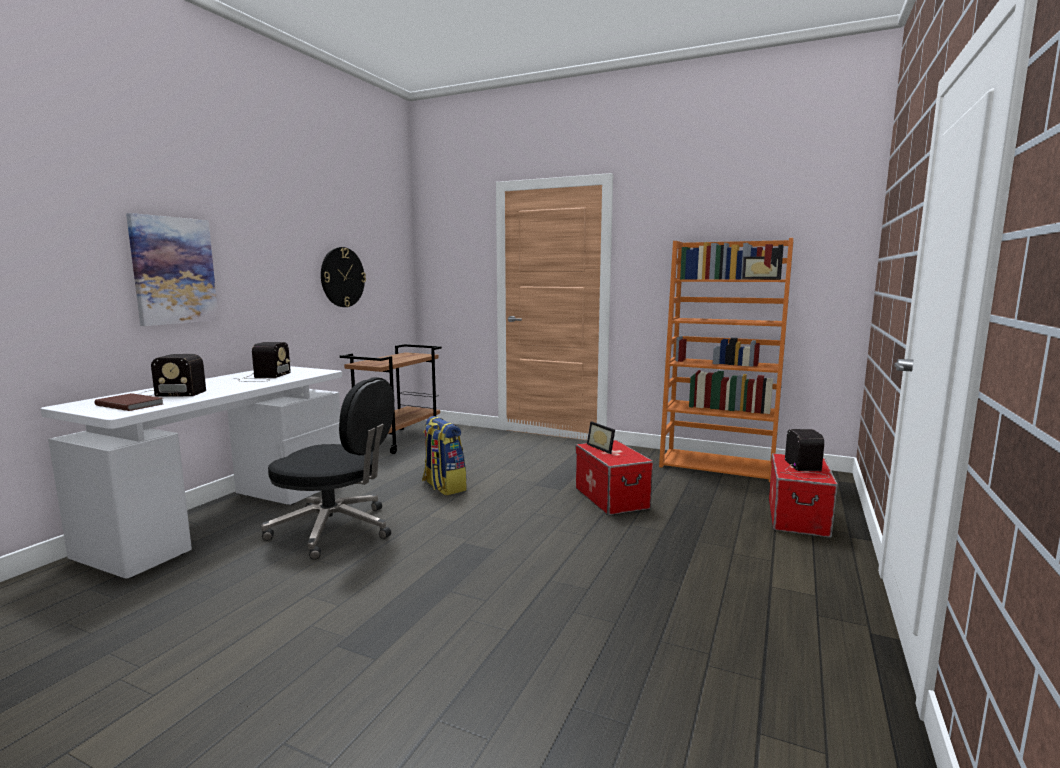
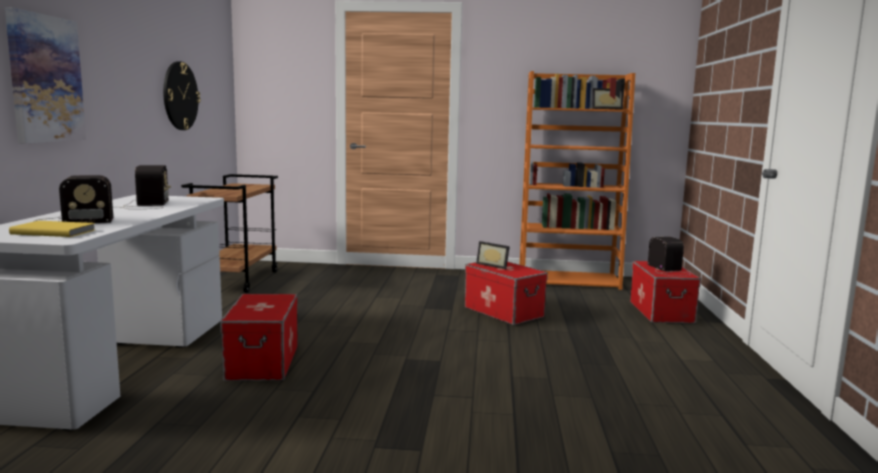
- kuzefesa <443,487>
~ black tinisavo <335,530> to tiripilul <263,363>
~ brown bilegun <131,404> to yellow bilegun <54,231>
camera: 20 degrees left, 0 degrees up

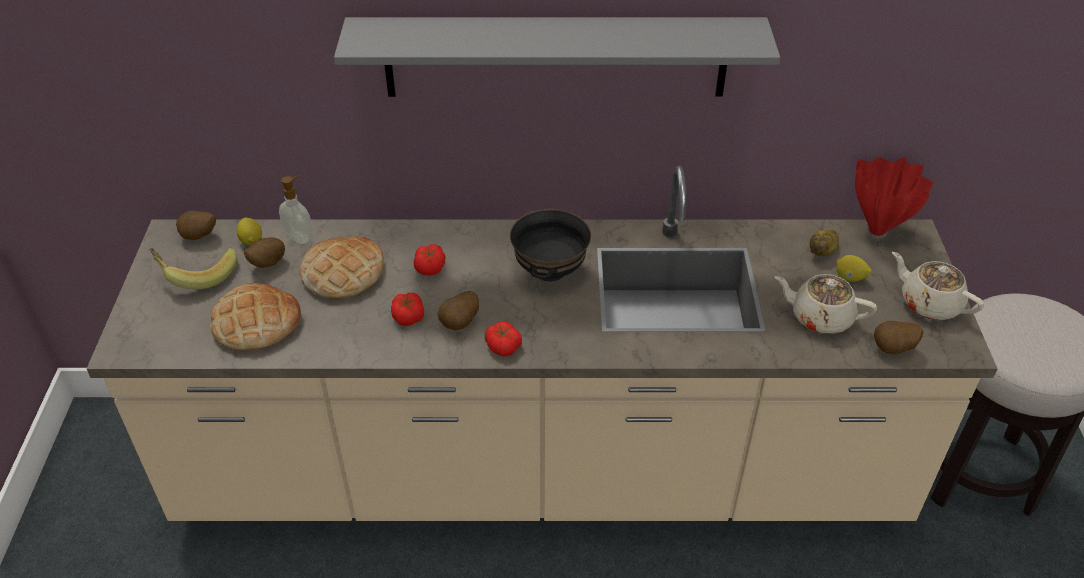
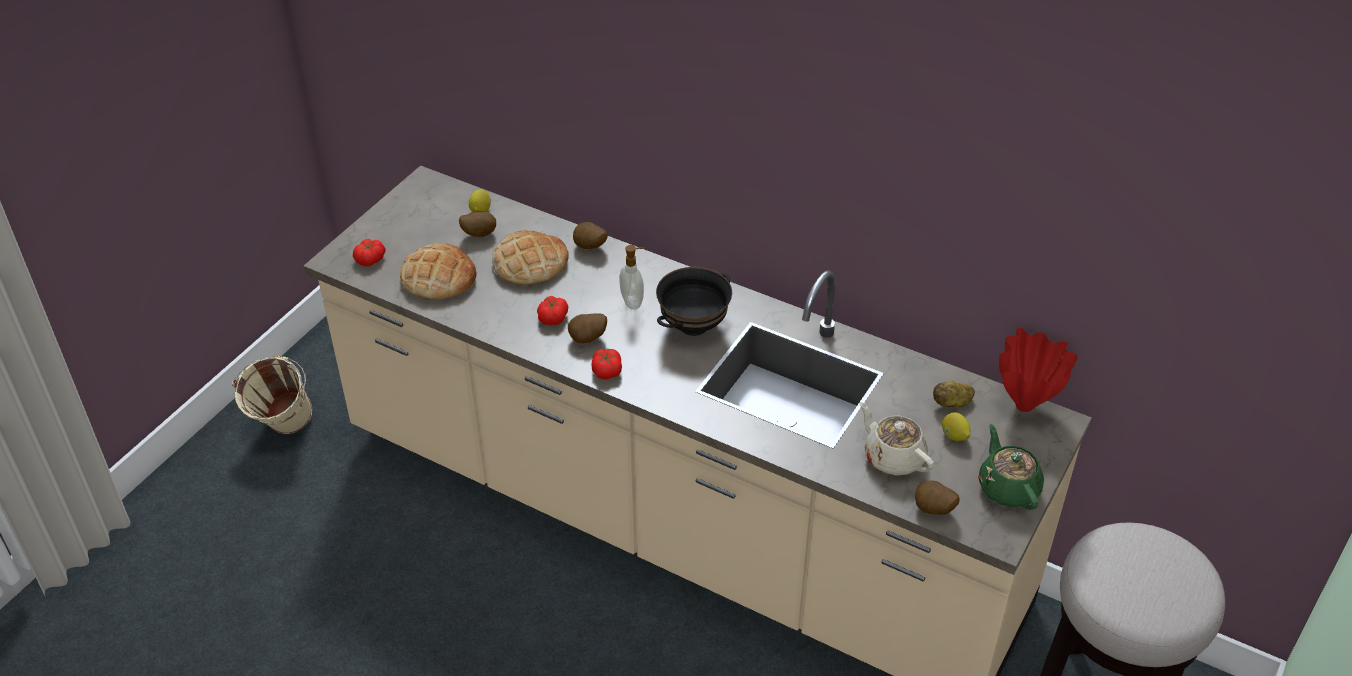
- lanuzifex <197,274>
- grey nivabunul <555,57>
+ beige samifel <283,431>
~ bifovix <199,237> to <589,248>
~ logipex <300,237> to <633,302>
~ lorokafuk <430,267> to <370,259>
~ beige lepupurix <929,303> to green lepupurix <1007,487>
camera: 30 degrees right, 0 degrees up

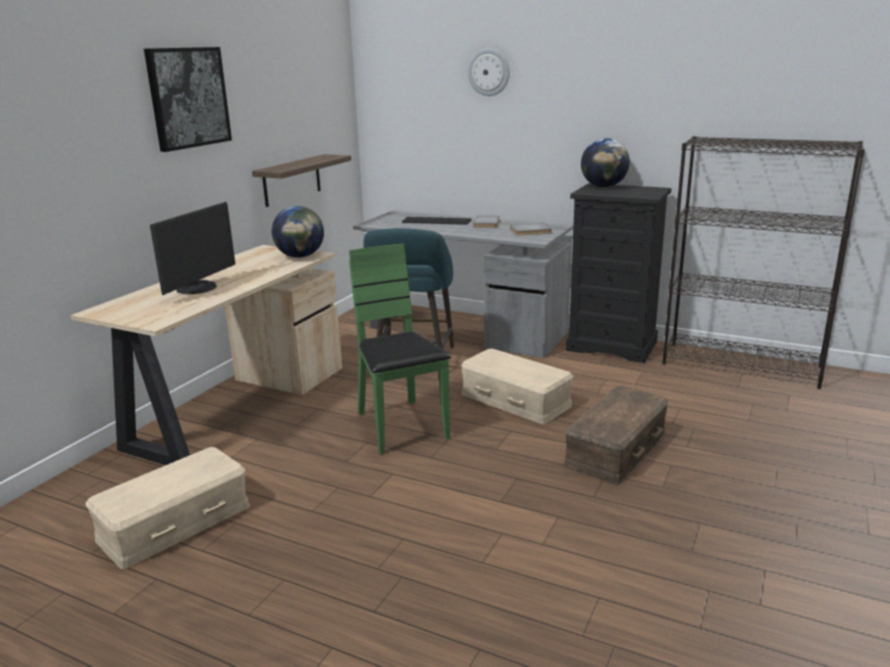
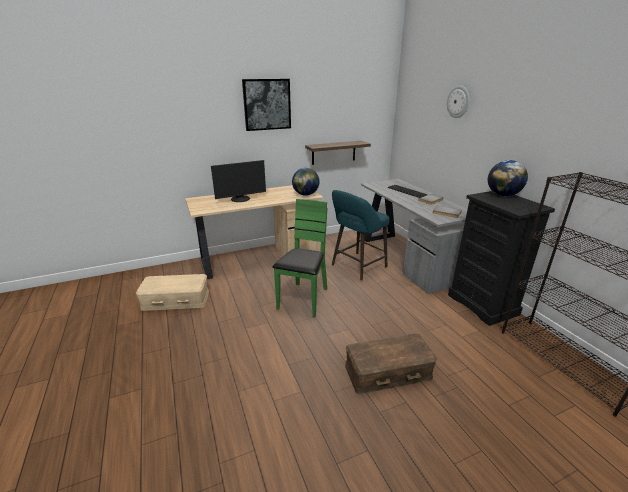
- beige tiripilul <516,399>
camera: 40 degrees right, 5 degrees up

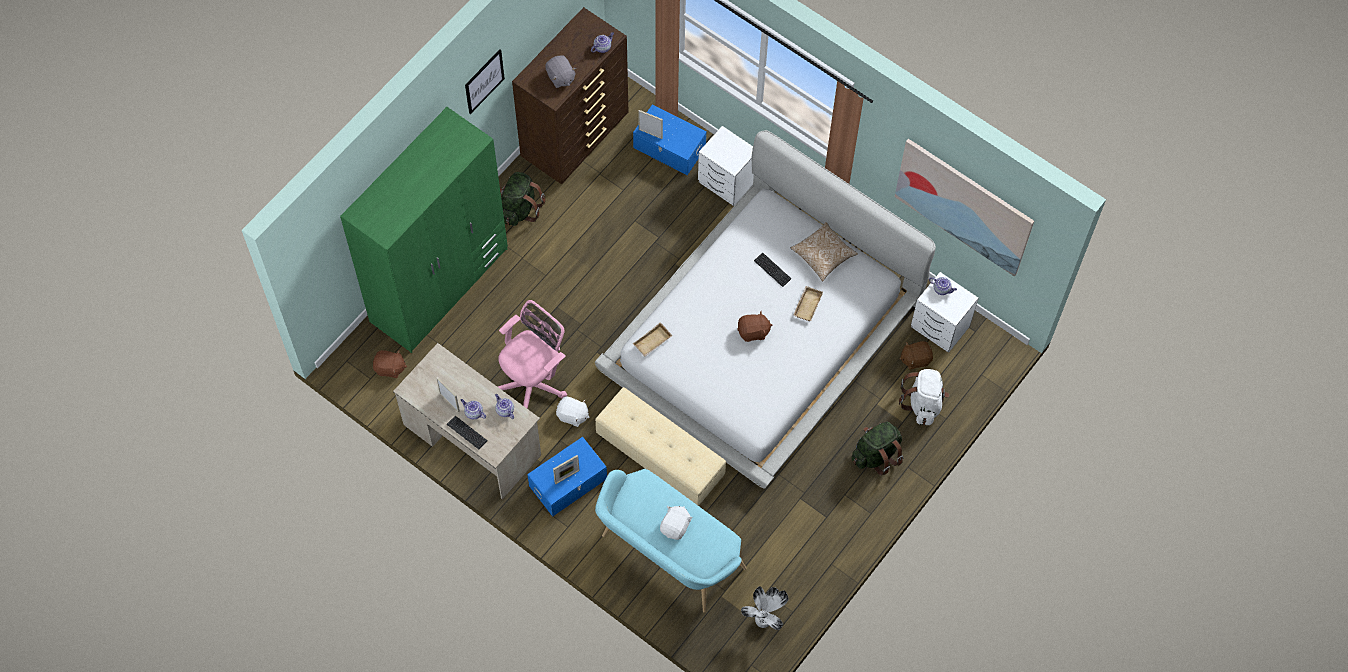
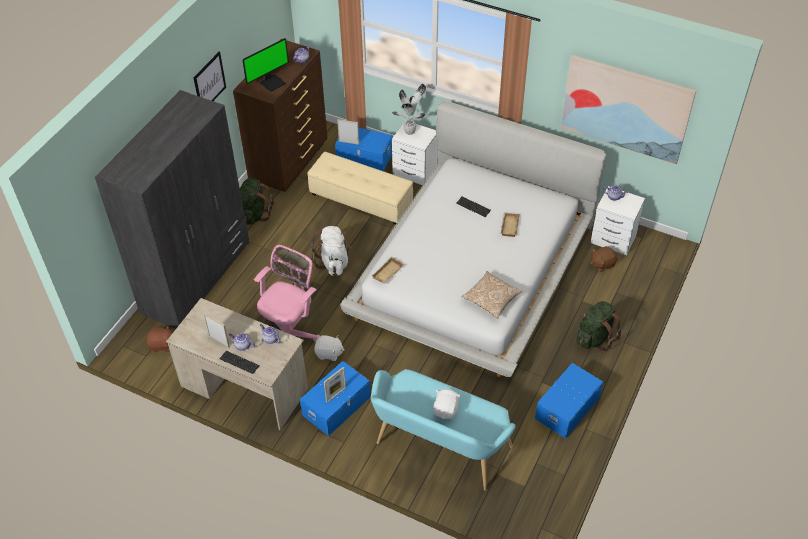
- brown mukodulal <753,332>
+ blue tiripilul <566,408>
~ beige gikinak <660,455> to <361,198>
~ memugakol <764,622> to <410,132>
~ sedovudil <823,255> to <491,300>
~ white kuzefesa <923,403> to <334,262>
~ grey mukodulal <560,77> to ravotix <272,82>
~ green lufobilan <440,285> to grey lufobilan <196,277>
camera: 10 degrees left, 15 degrees down

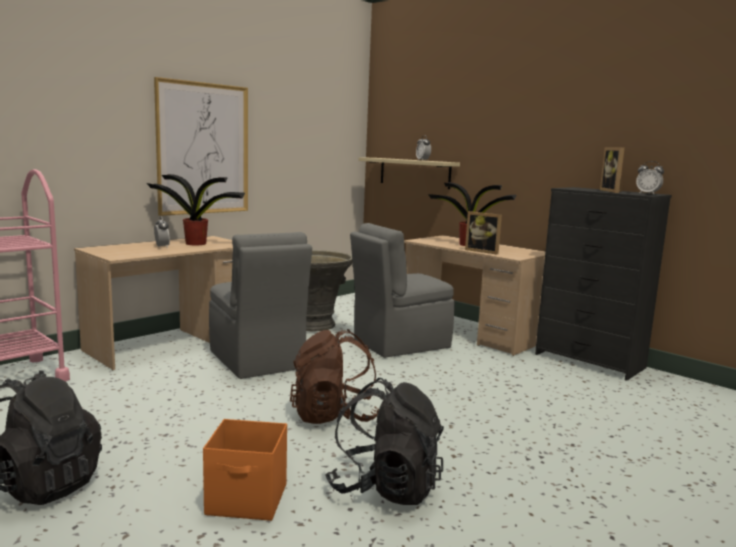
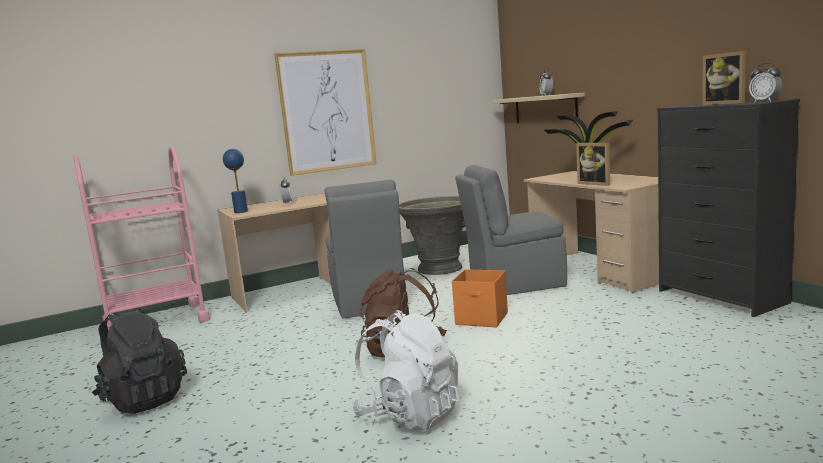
- memugakol <197,243>
+ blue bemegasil <240,211>
~ orange tiripilul <248,500> to <482,319>
~ black kuzefesa <385,488> to white kuzefesa <409,415>
~ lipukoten <613,191> = <726,103> 45 degrees counterclockwise
camera: 20 degrees right, 0 degrees up

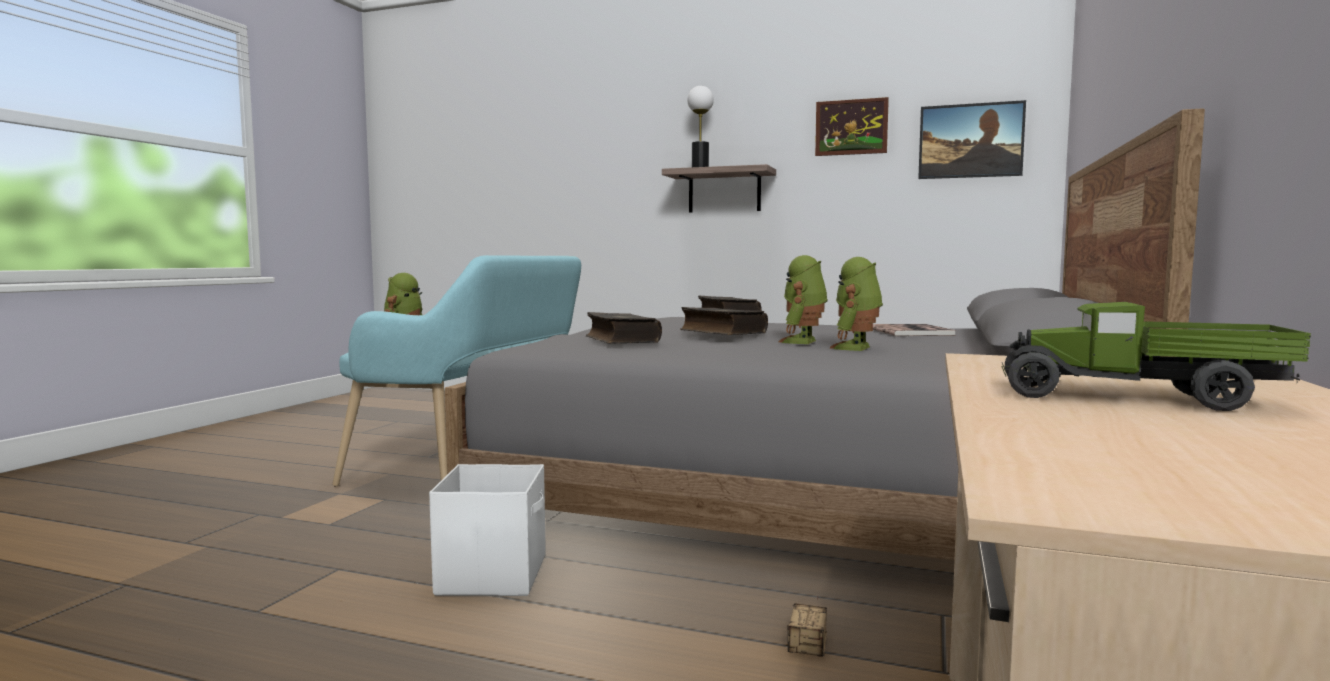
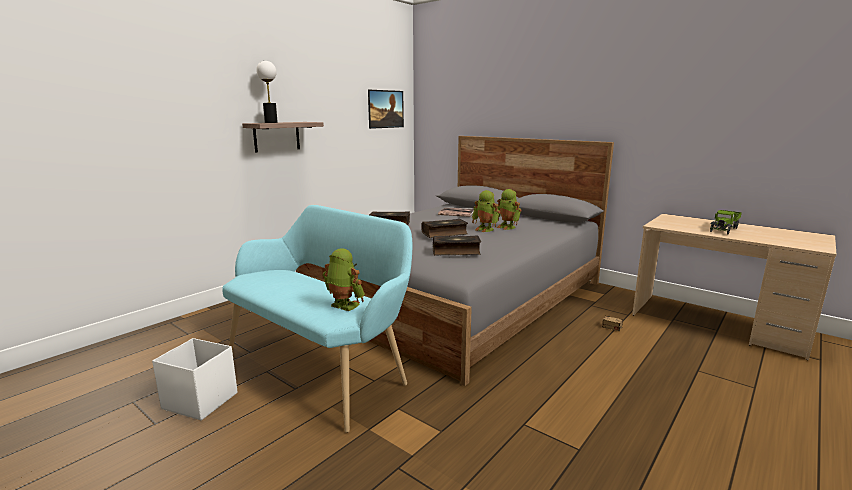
- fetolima <851,127>
~ white tiripilul <494,574> to <200,400>
camera: 70 degrees left, 10 degrees up

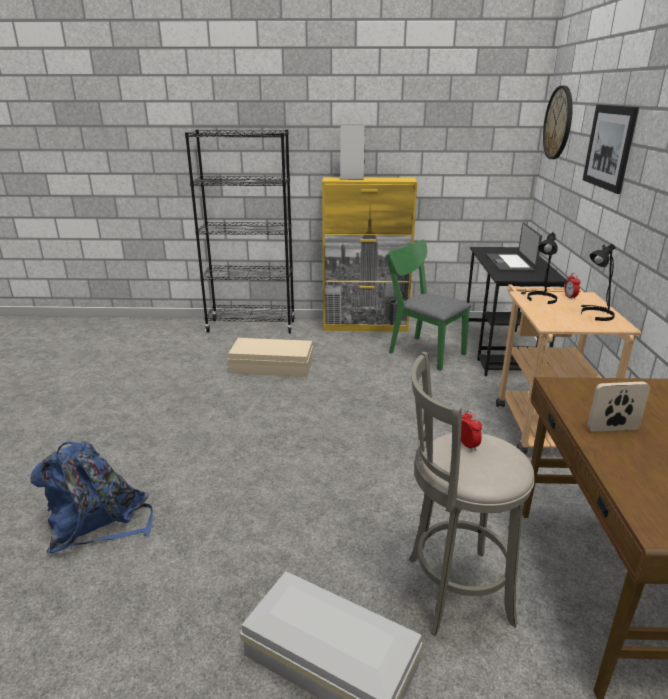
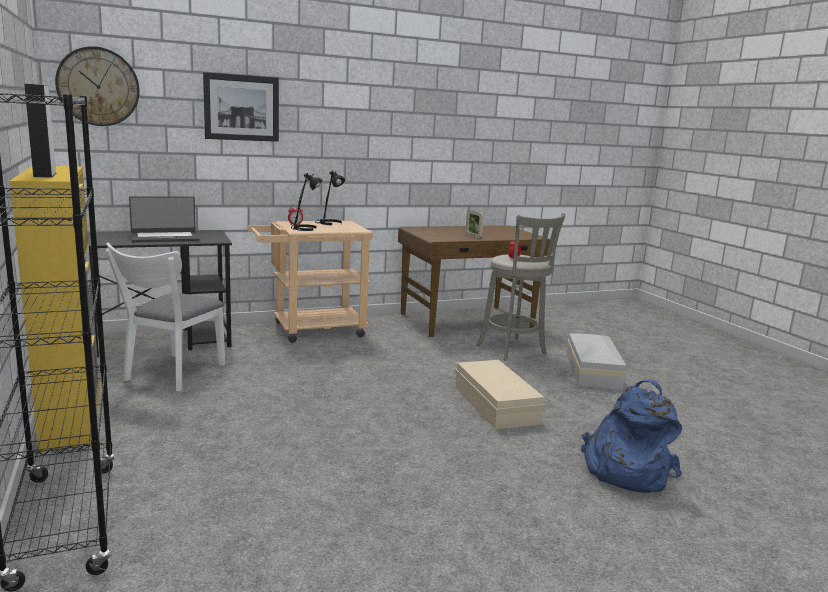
~ beige tiripilul <271,366> to <495,405>
~ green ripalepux <422,351> to white ripalepux <171,374>
camera: 115 degrees left, 10 degrees down

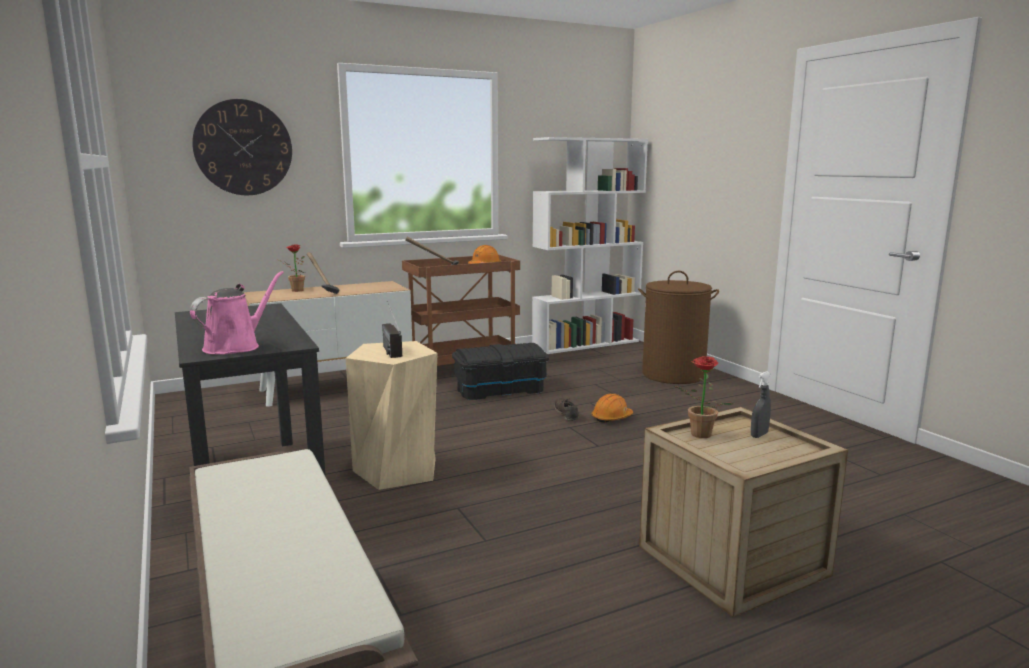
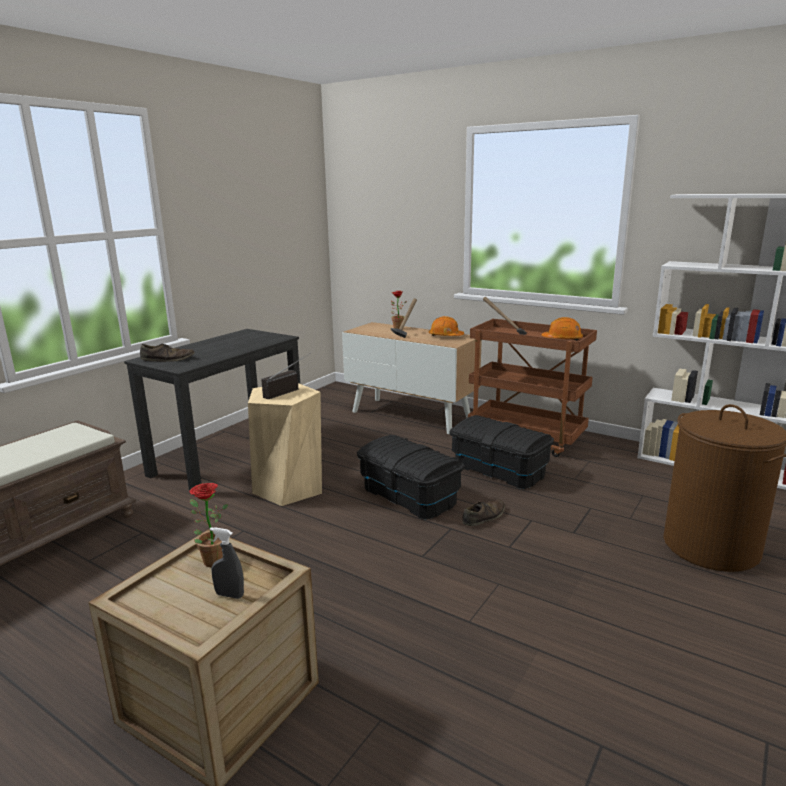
- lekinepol <243,147>
+ black tiripilul <409,495>
~ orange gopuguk <611,418> to <445,336>
~ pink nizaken <236,346> to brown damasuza <168,359>
camera: 60 degrees right, 5 degrees up

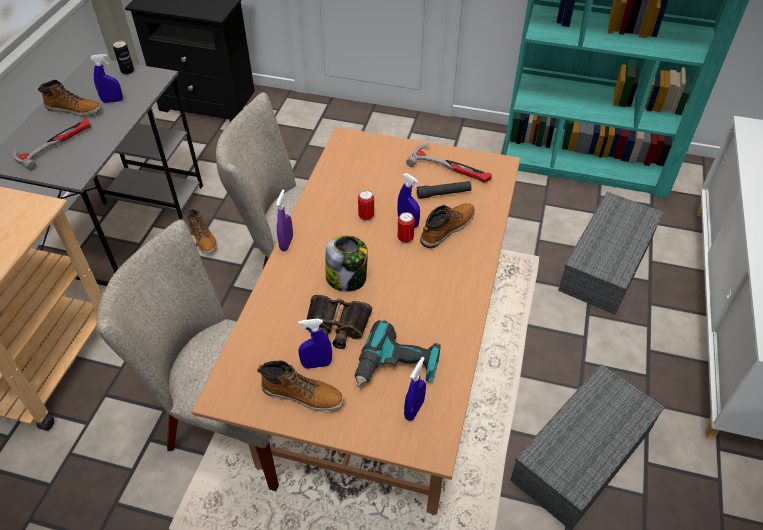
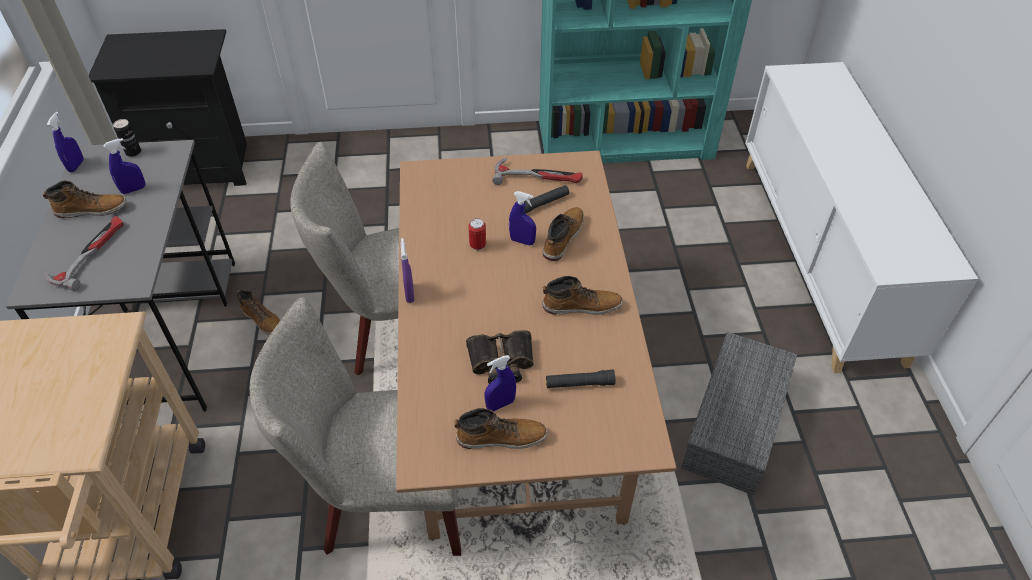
- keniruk <347,278>
- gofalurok <405,238>
- grey tiripilul <607,265>
+ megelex <581,306>
~ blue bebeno <414,409> to <76,166>
~ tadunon <397,367> to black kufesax <579,384>
camera: 20 degrees left, 0 degrees up

